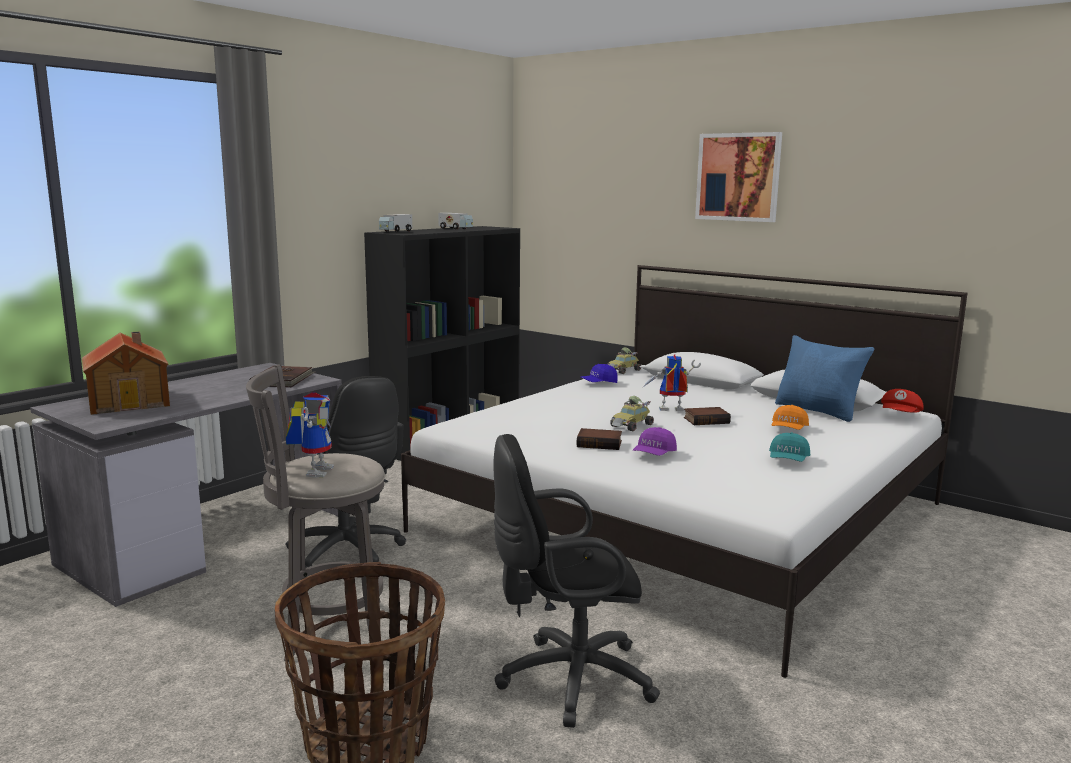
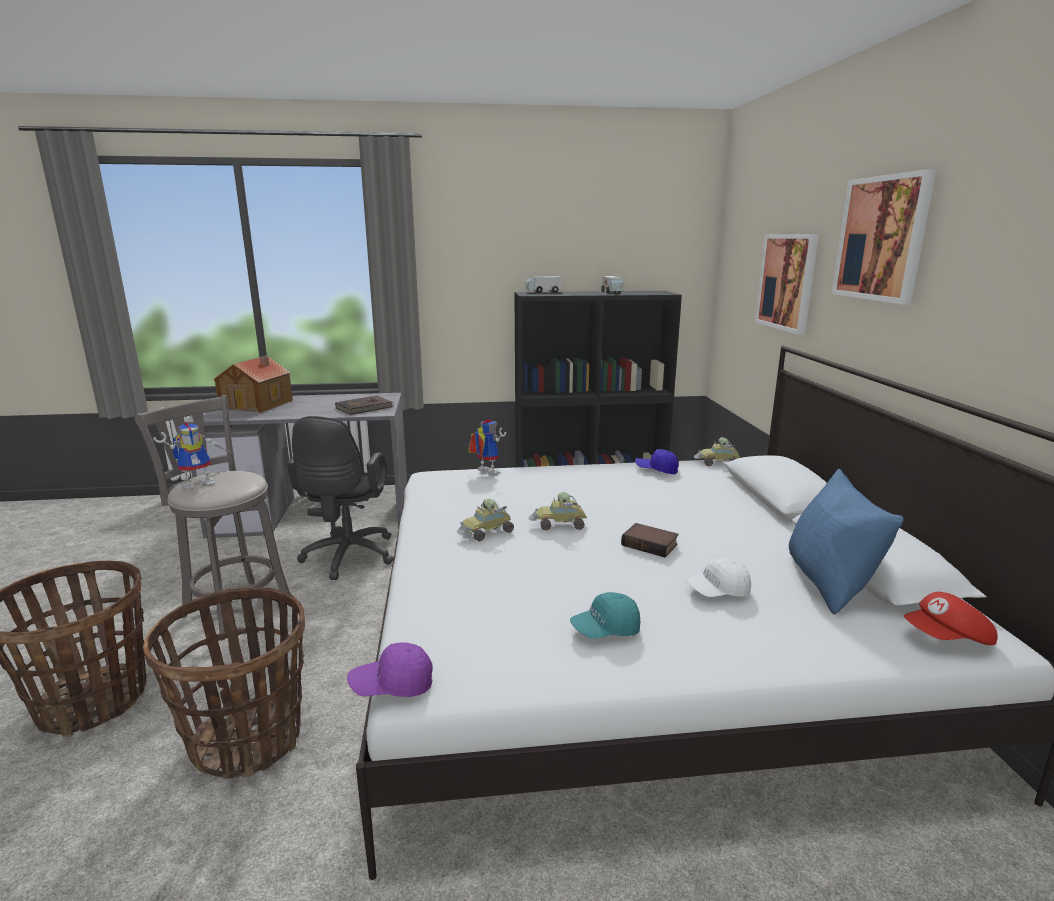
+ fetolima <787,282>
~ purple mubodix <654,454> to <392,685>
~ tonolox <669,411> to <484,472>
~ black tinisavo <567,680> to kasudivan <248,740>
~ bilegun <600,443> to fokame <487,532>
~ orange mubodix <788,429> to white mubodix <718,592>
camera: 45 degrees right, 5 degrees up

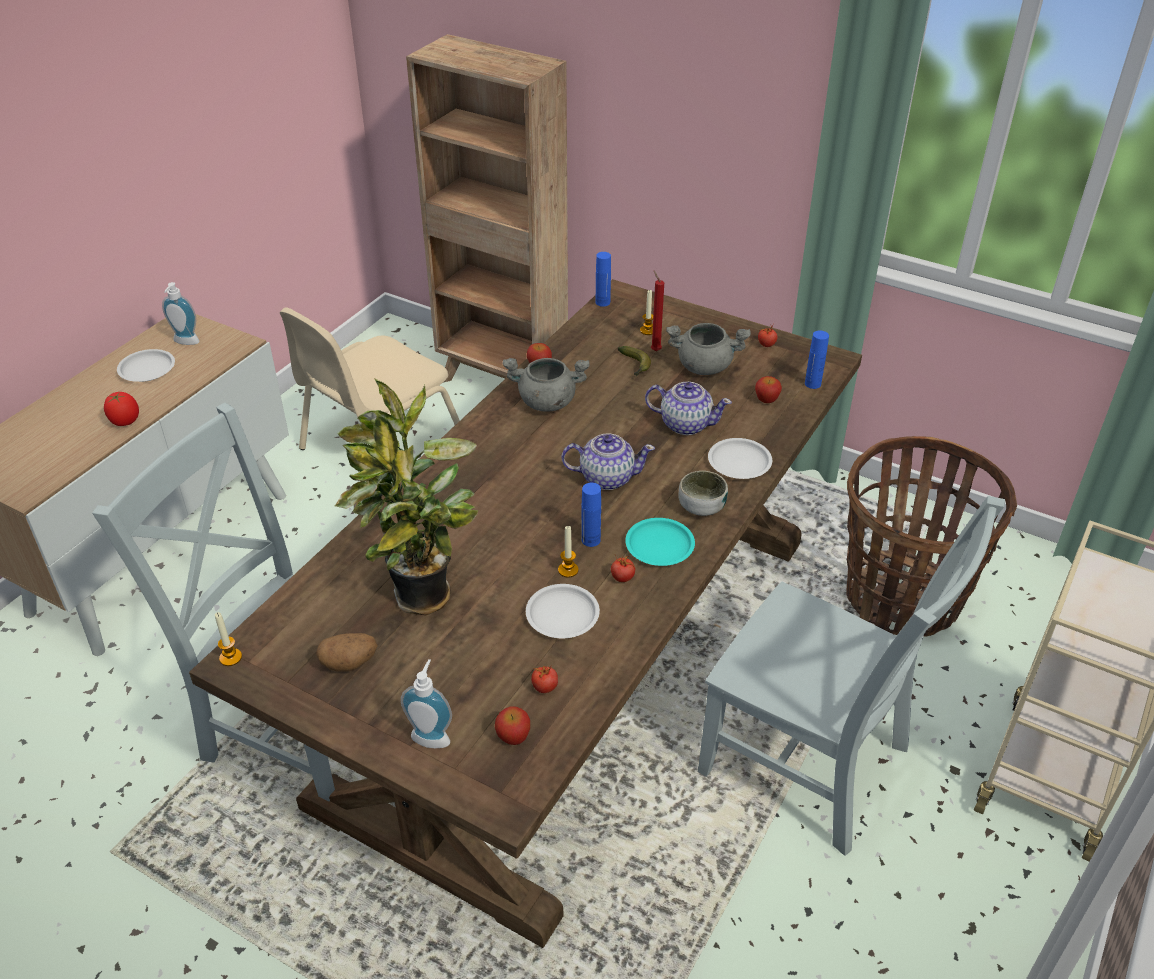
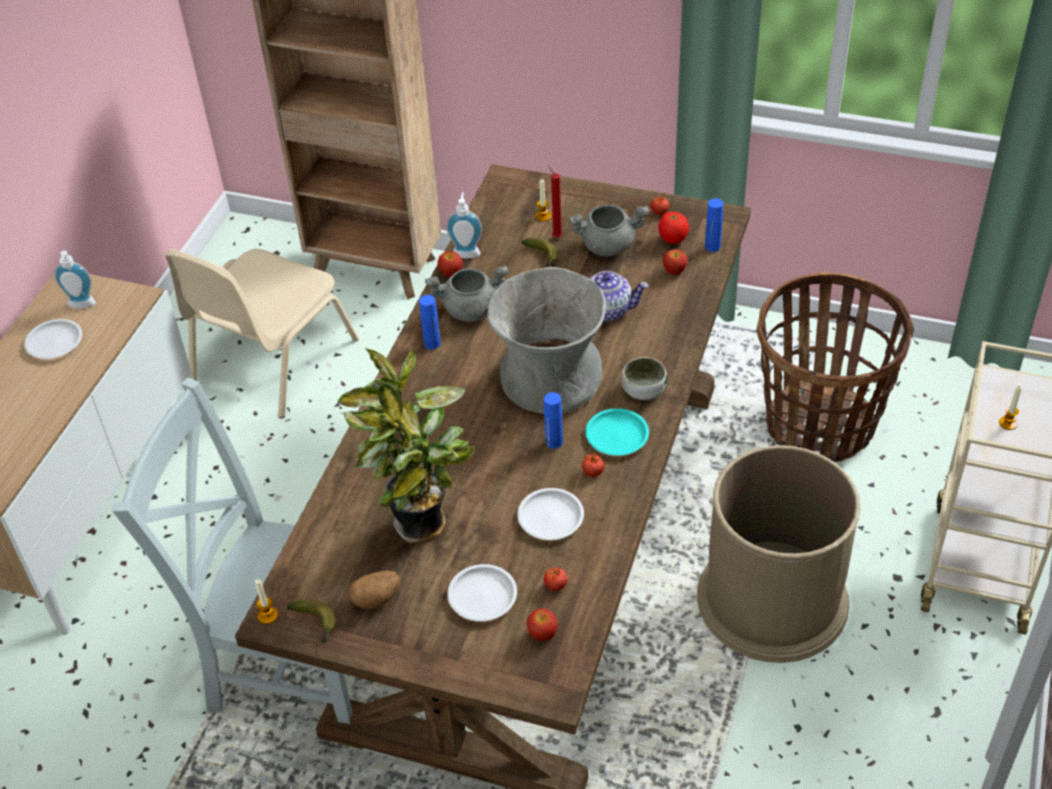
+ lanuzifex <316,623>
~ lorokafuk <125,421> to <672,239>
~ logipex <432,735> to <466,252>
~ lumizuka <568,570> to <1008,423>
~ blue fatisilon <602,302> to <432,343>
~ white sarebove <740,463> to <483,596>
~ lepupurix <606,477> to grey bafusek <549,377>
~ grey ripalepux <812,765> to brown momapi <772,599>
camera: 10 degrees left, 5 degrees up

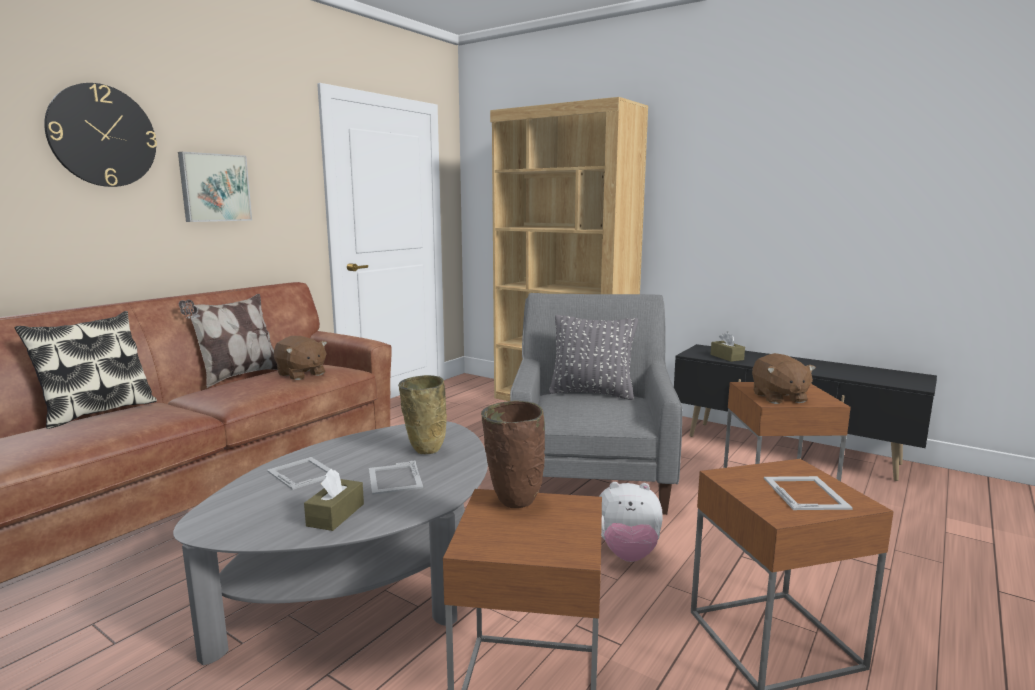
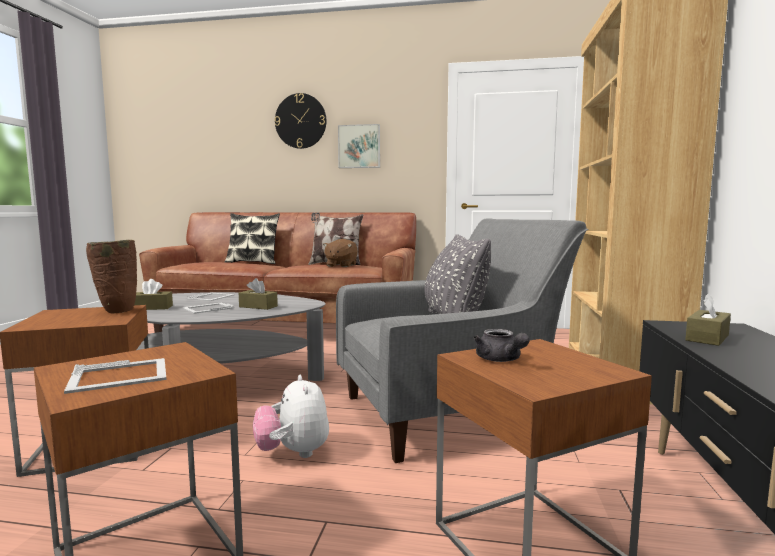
~ beige bafusek <424,451> to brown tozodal <258,306>
~ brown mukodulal <778,398> to grey lepupurix <500,360>
camera: 65 degrees right, 5 degrees down

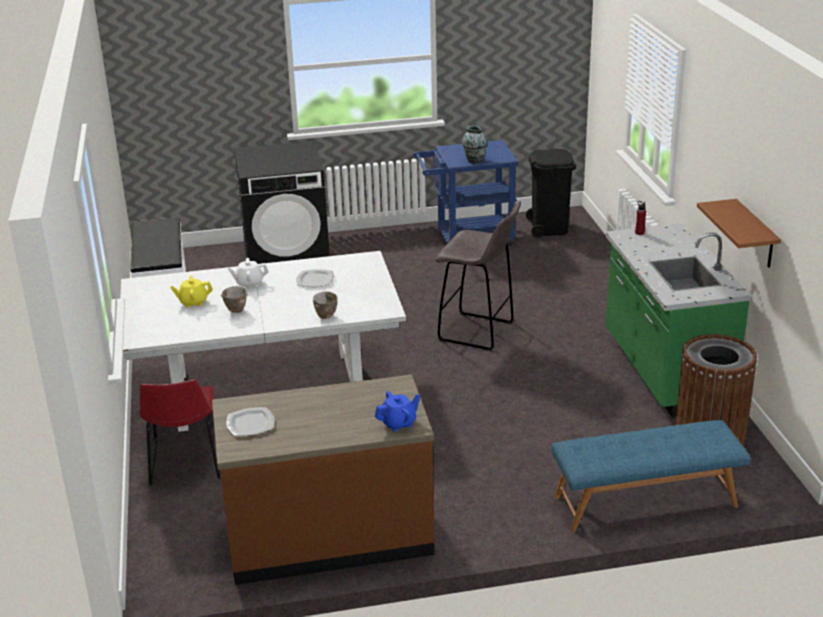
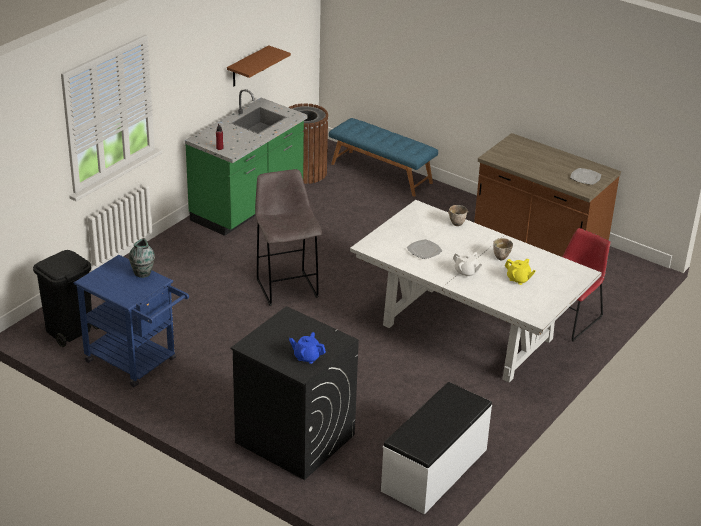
~ blue lepupurix <398,423> to <307,357>
camera: 135 degrees left, 5 degrees up

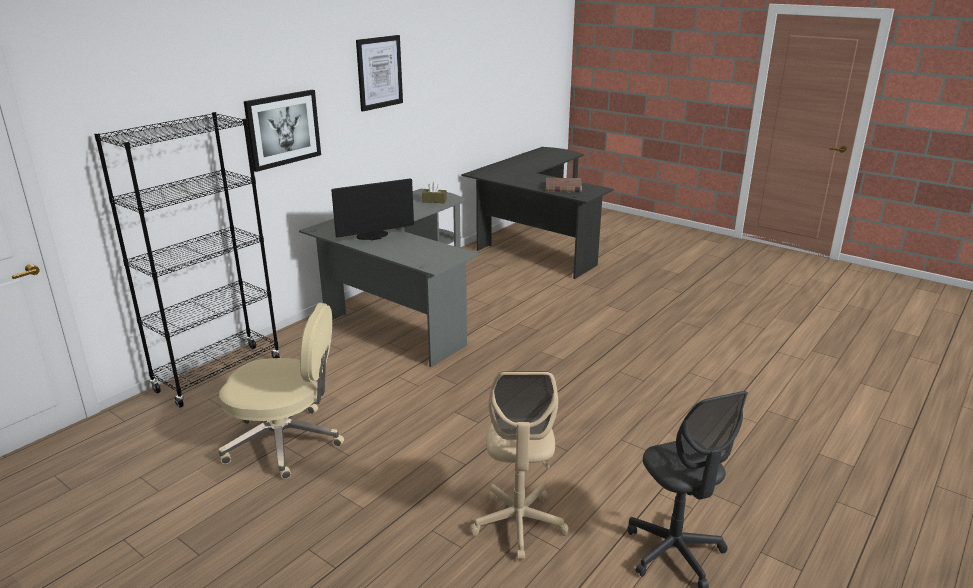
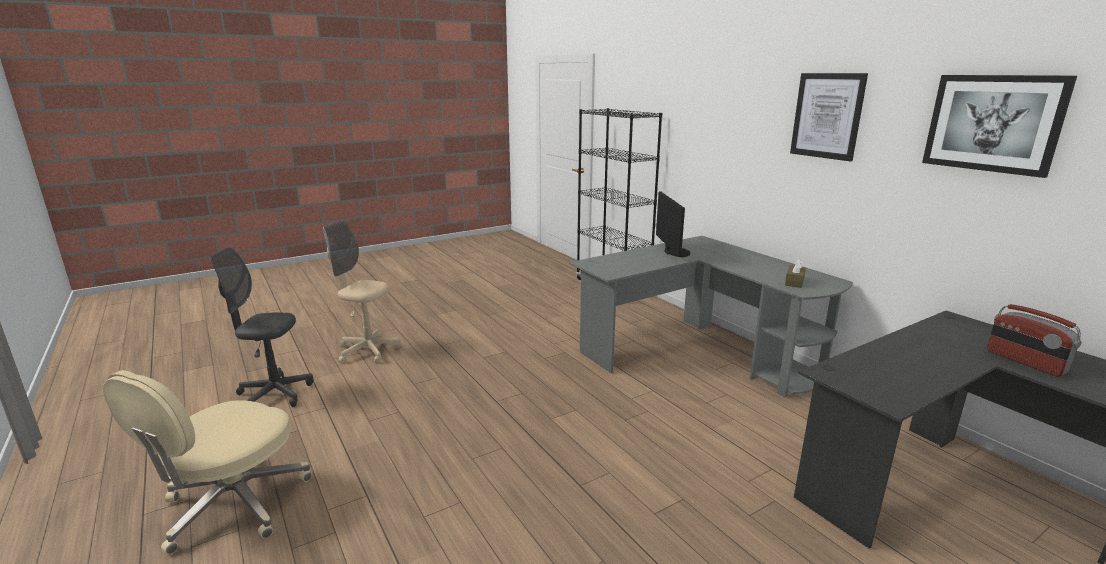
- brown bilegun <563,187>
+ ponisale <1025,362>
~ beige tinisavo <286,442> to <232,505>
~ fetolima <283,129> to <993,123>
camera: 110 degrees right, 5 degrees down

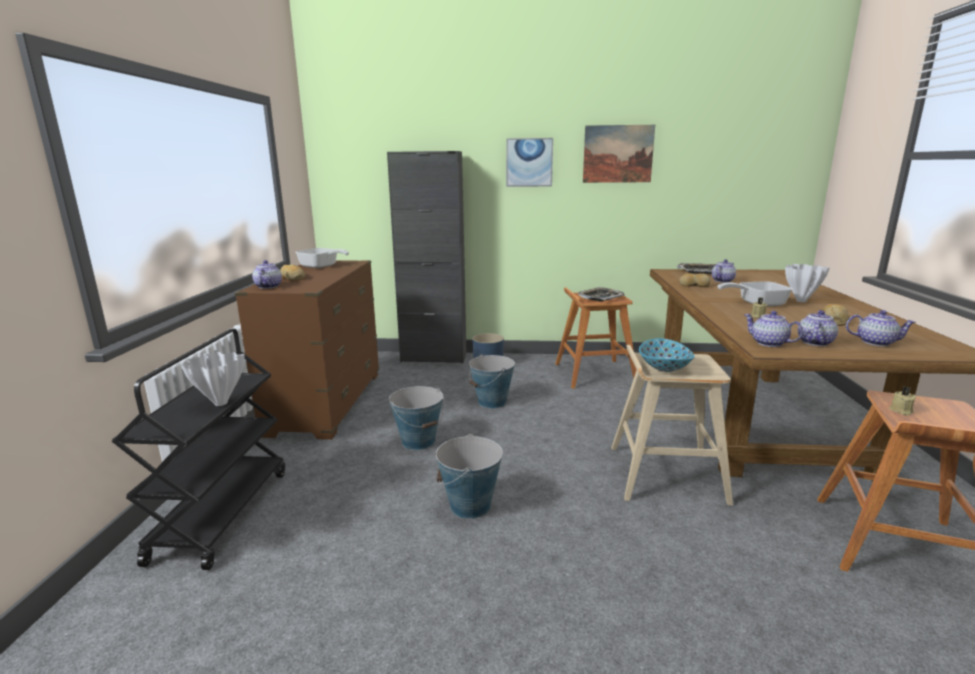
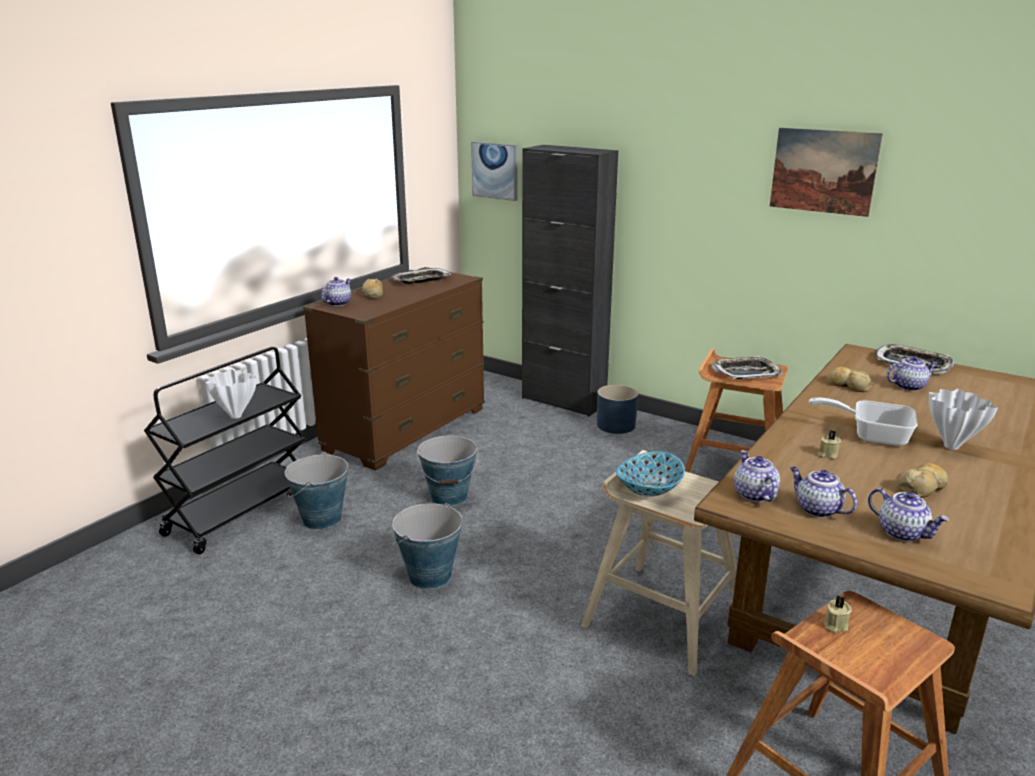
~ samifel <492,402> to <321,519>
~ fetolima <529,162> to <495,170>
~ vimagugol <321,266> to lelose <421,280>
~ lepupurix <814,342> = <817,509> 105 degrees counterclockwise
camera: 30 degrees right, 5 degrees up

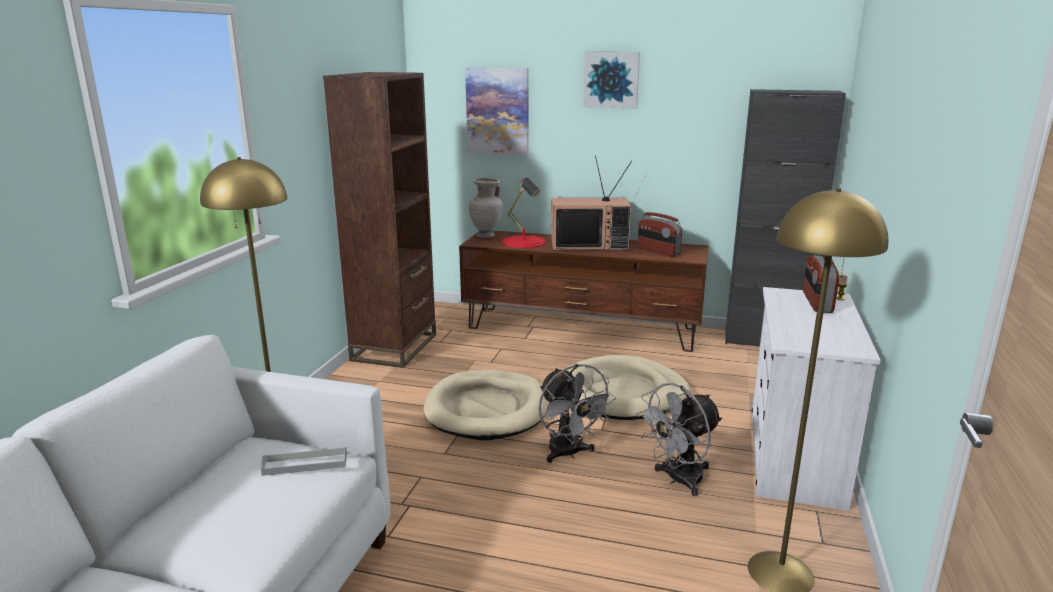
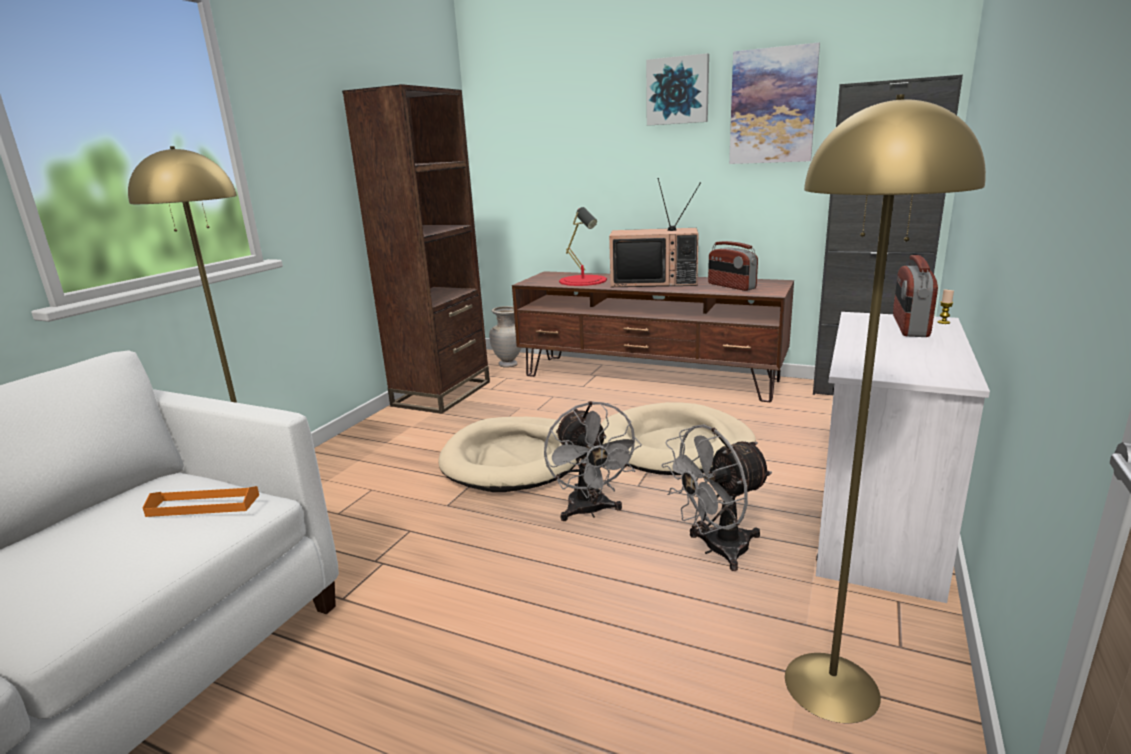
~ fetolima <497,111> to <772,106>
~ beige bafusek <486,236> to <509,365>
~ grey lelose <305,464> to orange lelose <203,505>
camera: 10 degrees right, 0 degrees up

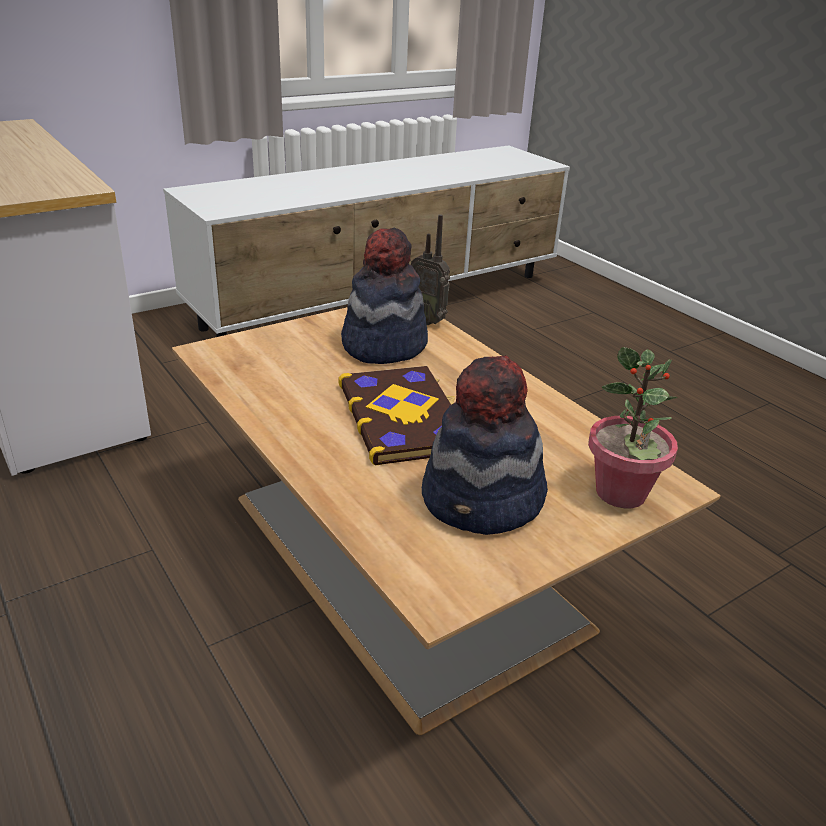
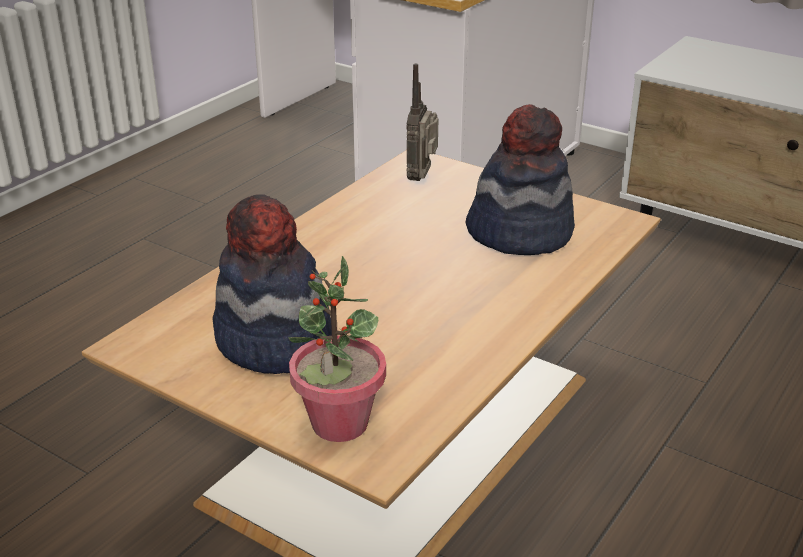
- bilegun <404,417>
~ ponisale <427,320> to <422,178>
camera: 70 degrees right, 0 degrees up

